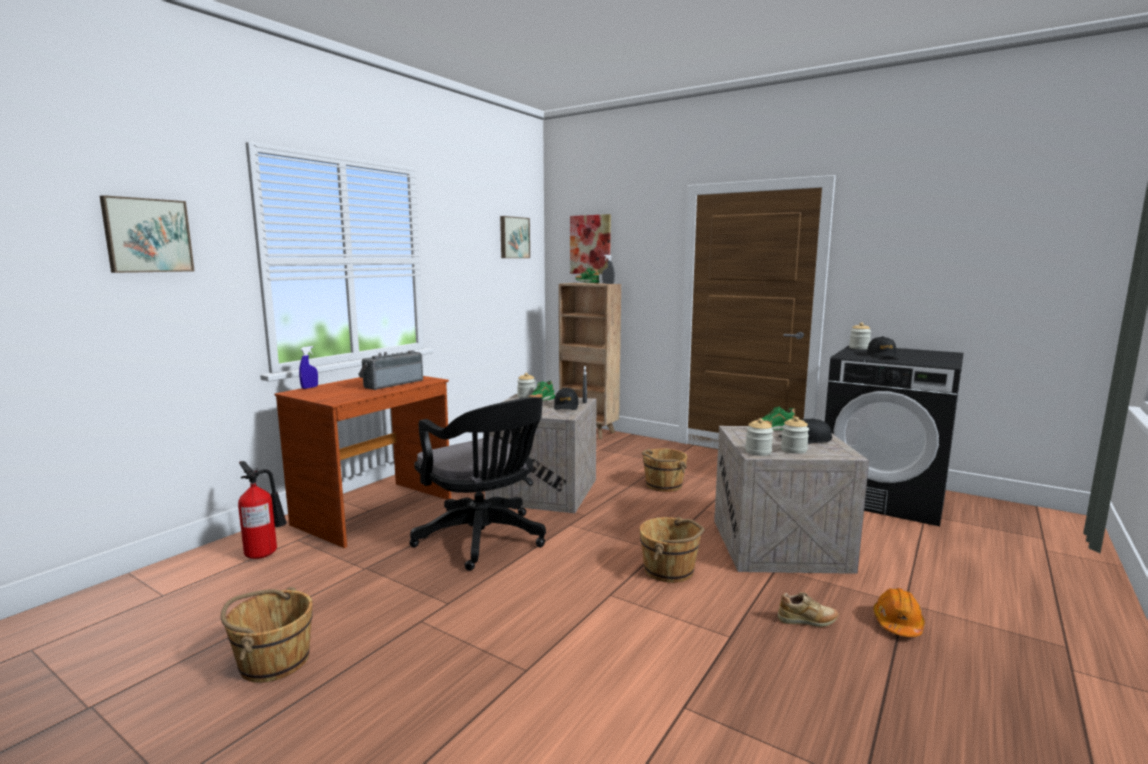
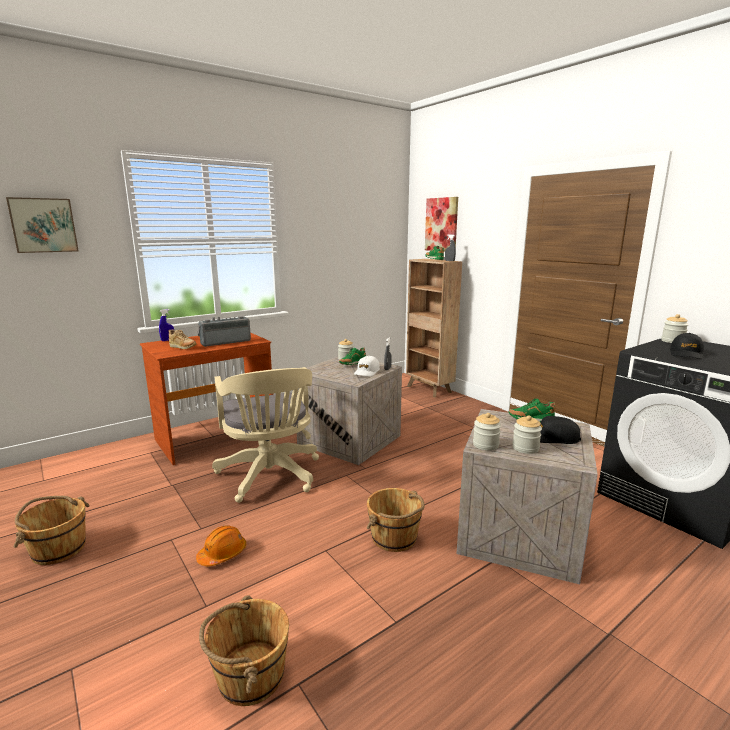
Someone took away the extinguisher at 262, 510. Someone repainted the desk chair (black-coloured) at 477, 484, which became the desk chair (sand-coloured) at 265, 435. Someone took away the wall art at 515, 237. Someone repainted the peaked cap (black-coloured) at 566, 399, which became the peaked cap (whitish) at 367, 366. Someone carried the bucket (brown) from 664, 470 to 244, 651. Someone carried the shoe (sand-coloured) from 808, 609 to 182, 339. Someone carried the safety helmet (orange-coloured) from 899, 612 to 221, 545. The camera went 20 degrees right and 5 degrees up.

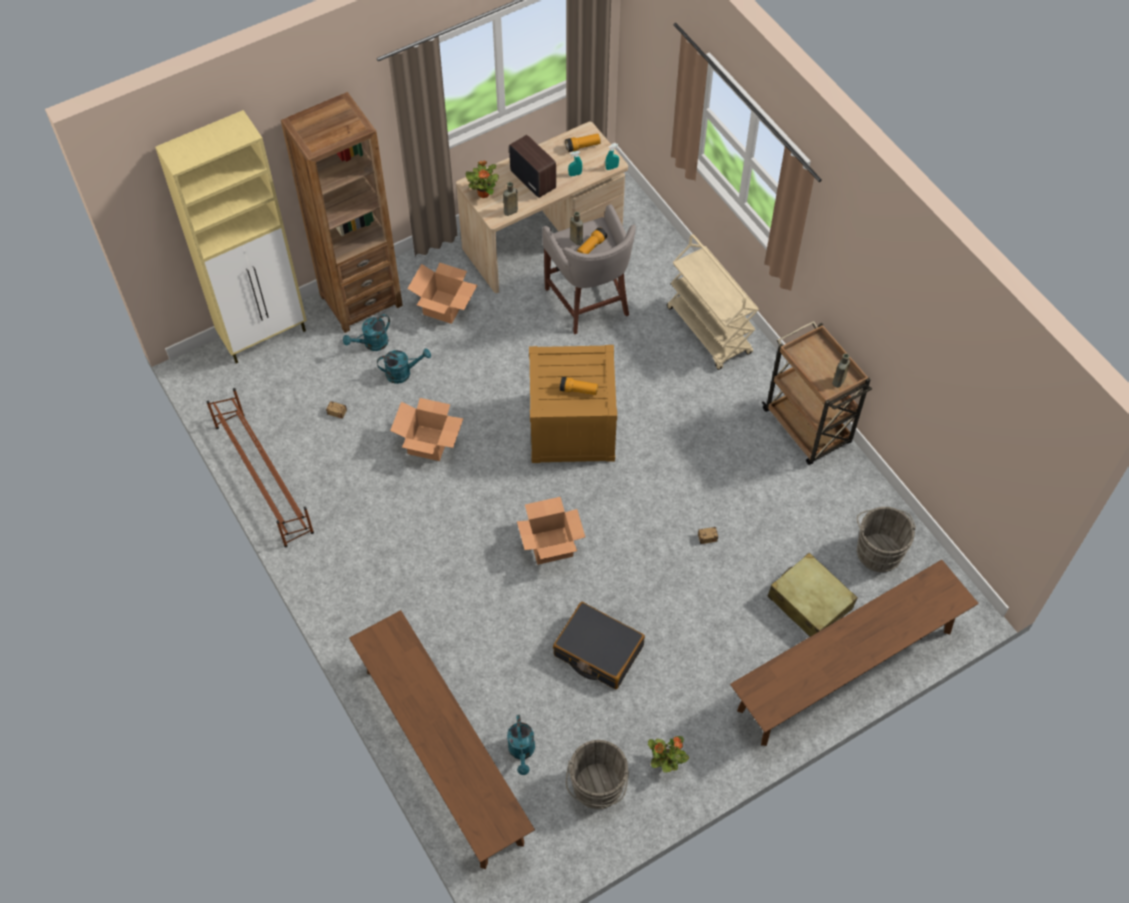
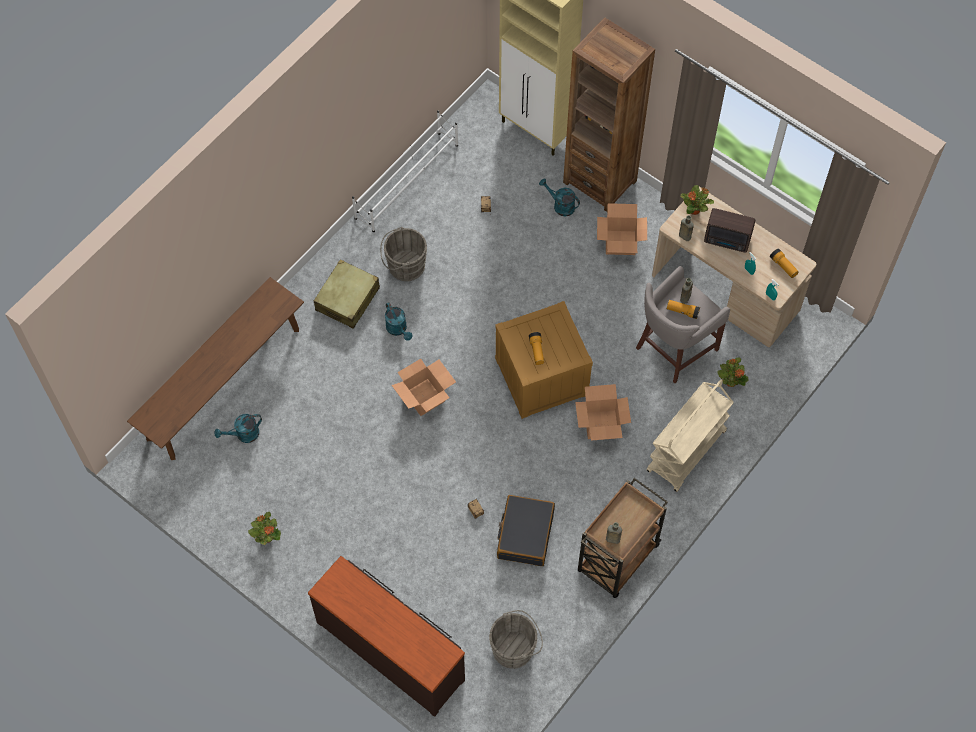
Someone repainted the shoe stand (brown) at 260, 467, which became the shoe stand (whitish) at 405, 171. Someone carried the sprinkling can (turquoise) from 404, 366 to 398, 321. Someone carried the cardboard box from 426, 429 to 603, 412. Someone rotated the radio receiver at 532, 166 by 75 degrees clockwise. Someone carried the suitcase (black-coloured) from 599, 645 to 526, 530. Someone carried the bucket (gray) from 597, 774 to 403, 254. Someone swapped the long seat (brown) at 854, 653 for the chest of drawers (brown) at 386, 636. Someone carried the suitcase (sand-coloured) from 812, 594 to 347, 294. Someone put down the plant in a pot at 733, 372. The camera went 70 degrees right and 5 degrees up.

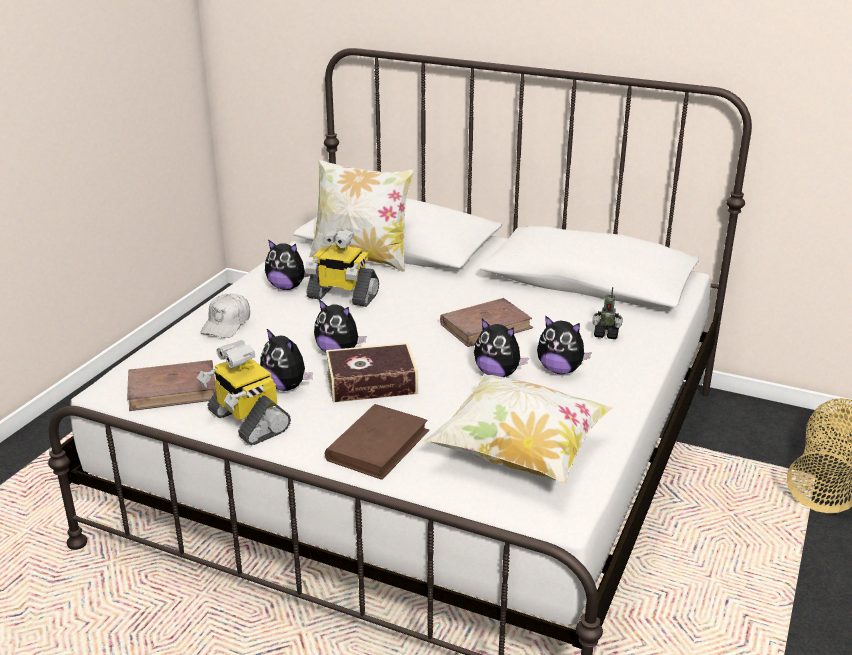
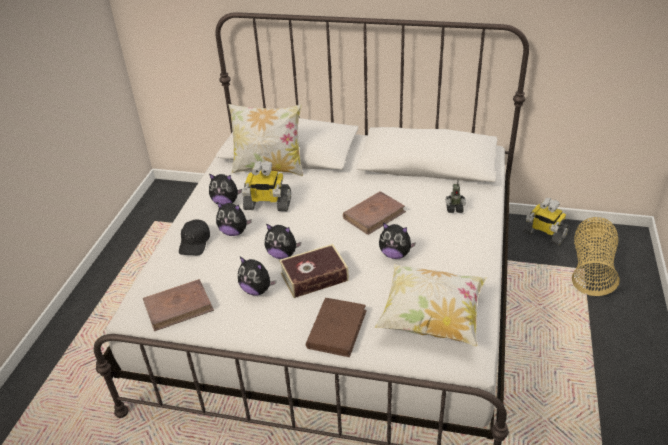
Someone carried the toy robot from 244, 392 to 546, 222. Someone repainted the peaked cap (whitish) at 225, 315, which became the peaked cap (black-coloured) at 194, 237. Someone carried the soft toy from 564, 344 to 234, 219. The camera went 10 degrees left and 10 degrees up.

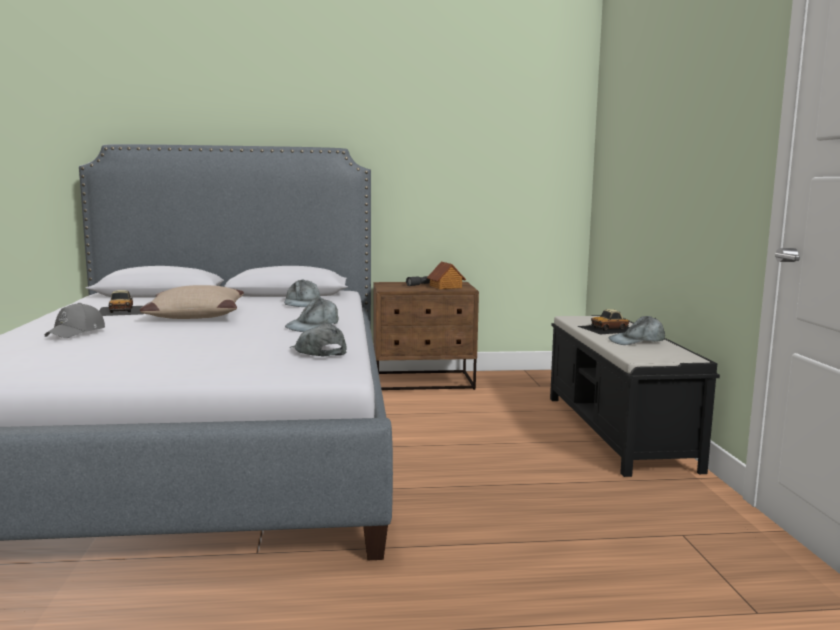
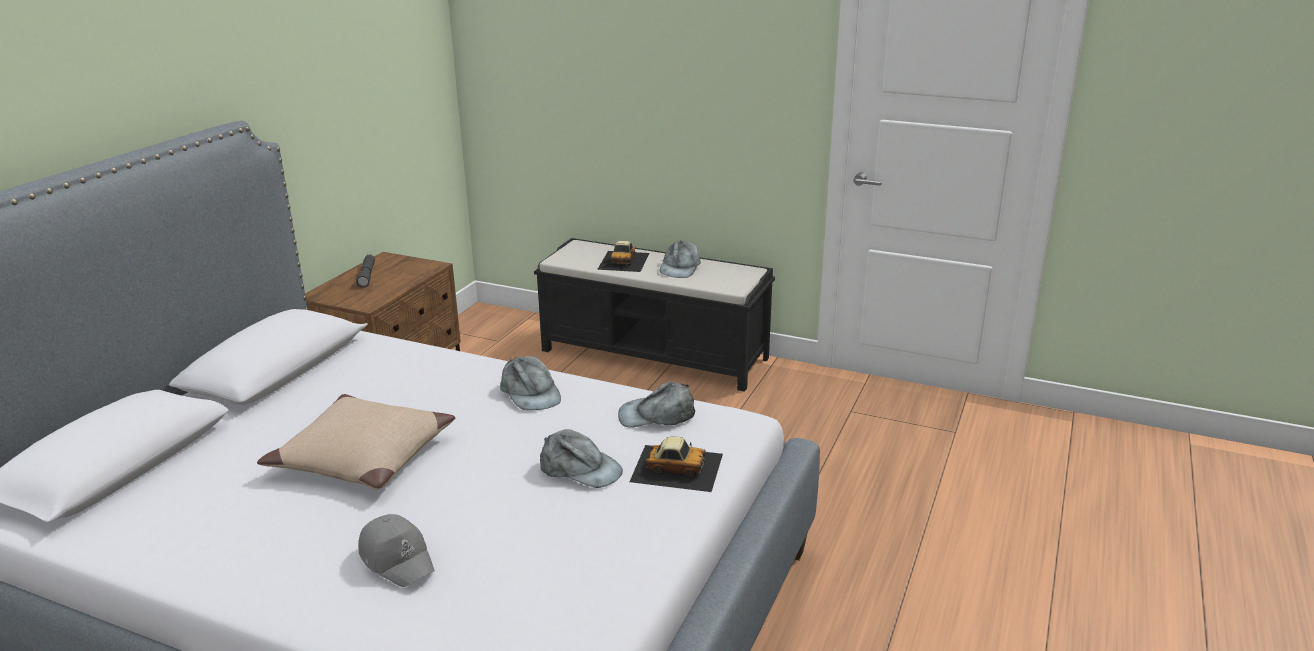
Someone carried the miniature car from 121, 303 to 676, 464. Someone carried the peaked cap (gray) from 302, 293 to 581, 458. Someone took away the model house at 446, 275. The camera went 60 degrees left and 15 degrees up.

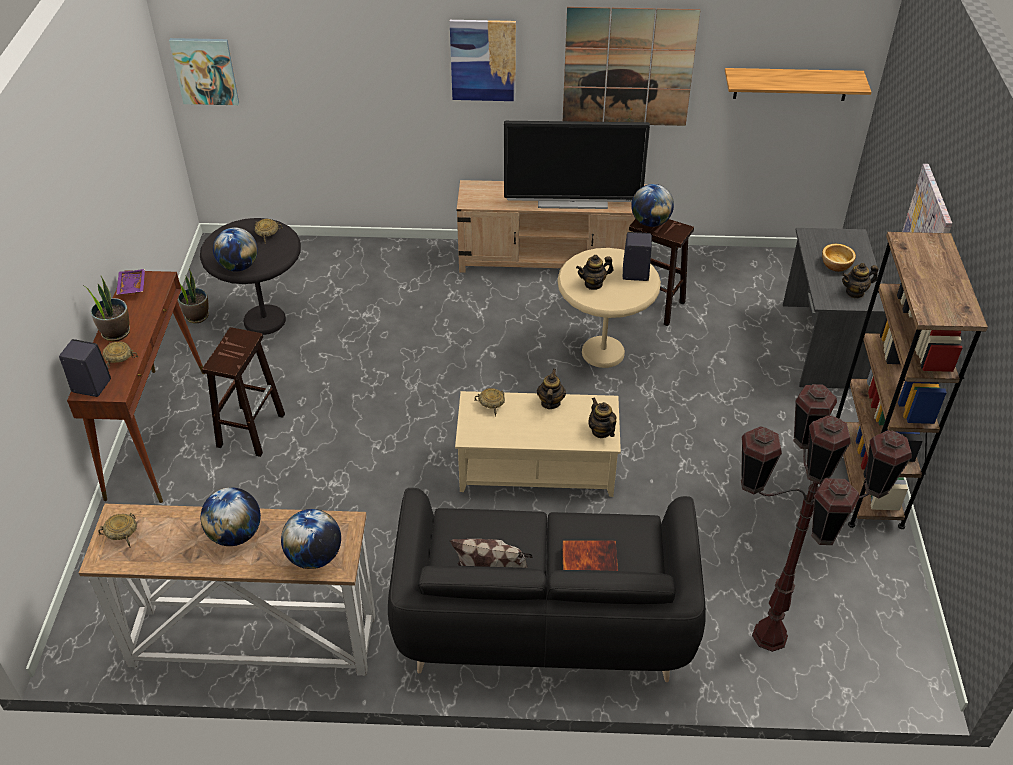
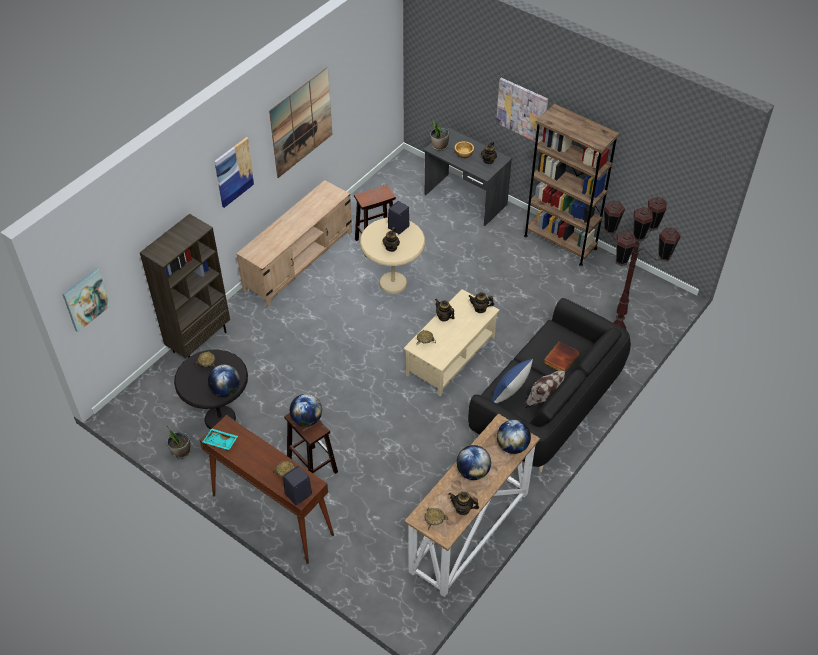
Someone carried the plant in a pot from 107, 308 to 439, 135. Someone repainted the serving tray (purplish) at 130, 282, which became the serving tray (turquoise) at 220, 439. Someone took away the television at 577, 165. Someone carried the desk globe from 652, 205 to 306, 410. Someone took away the bracket shelf at 798, 84. Someone put down the bookshelf (brown) at 185, 286. Someone put down the pot for tea at 463, 503. Someone put down the pillow (blue-coloured) at 512, 381. The camera went 55 degrees left and 5 degrees up.

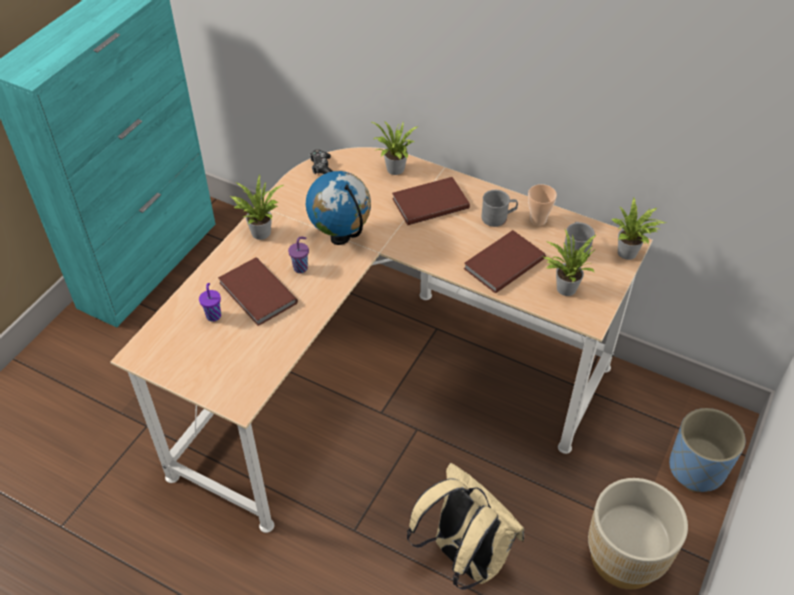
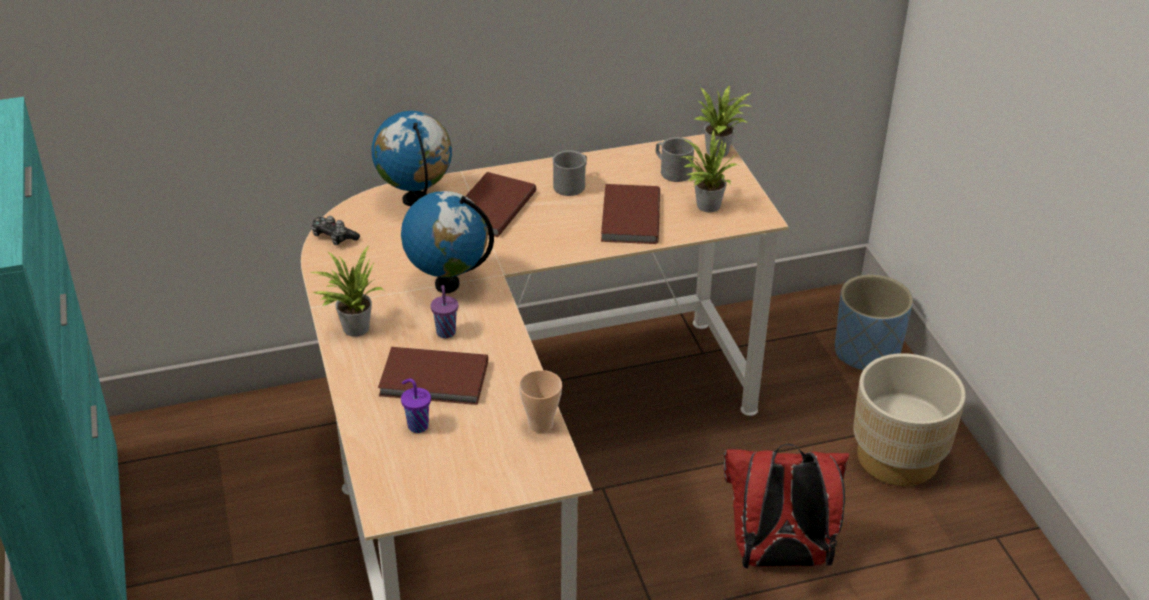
Someone swapped the plant in a pot at 395, 148 for the desk globe at 412, 158. Someone repainted the knapsack (sand-coloured) at 465, 526, which became the knapsack (red) at 786, 506. Someone carried the cup from 542, 205 to 540, 401. The camera went 45 degrees left and 10 degrees down.

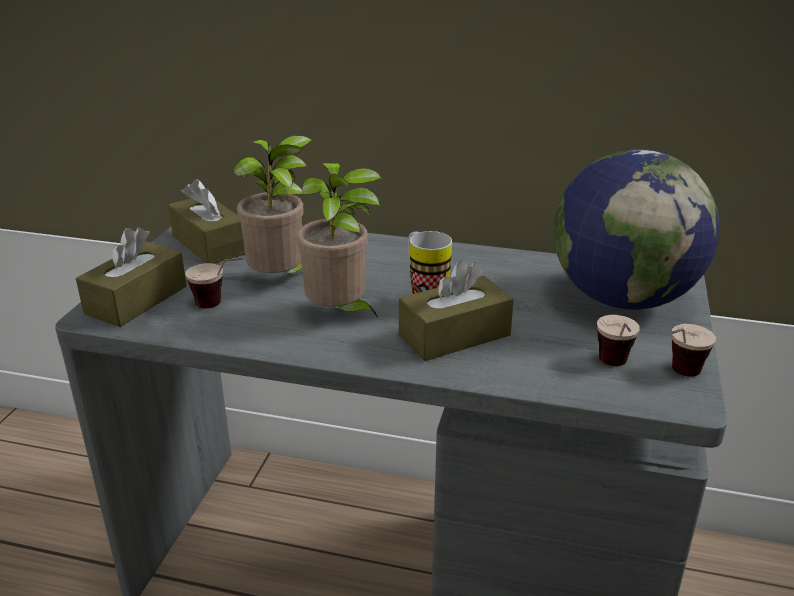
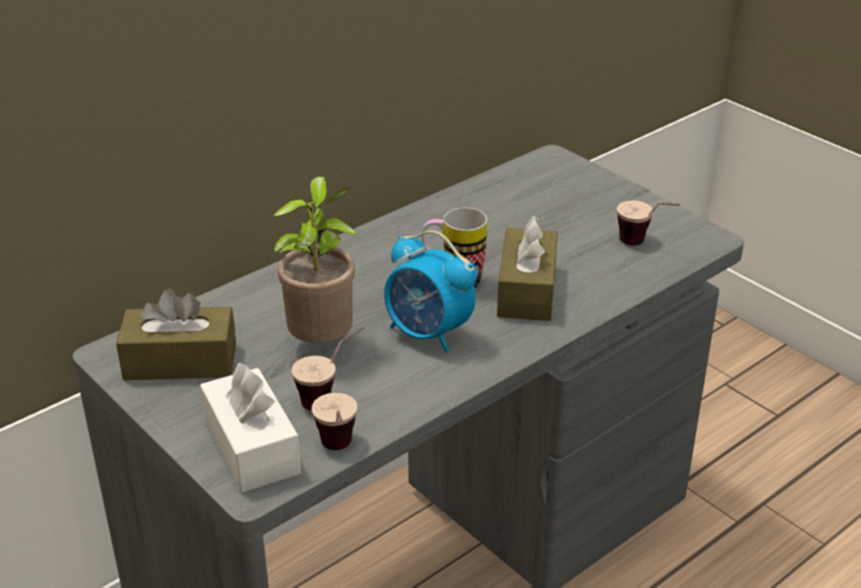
Someone repainted the tissue holder (brown) at 131, 277, which became the tissue holder (whitish) at 250, 427. Someone swapped the plant in a pot at 339, 241 for the table clock at 430, 291. Someone took away the desk globe at 636, 229. Someone carried the cup from 693, 350 to 334, 421. The camera went 55 degrees left and 5 degrees up.

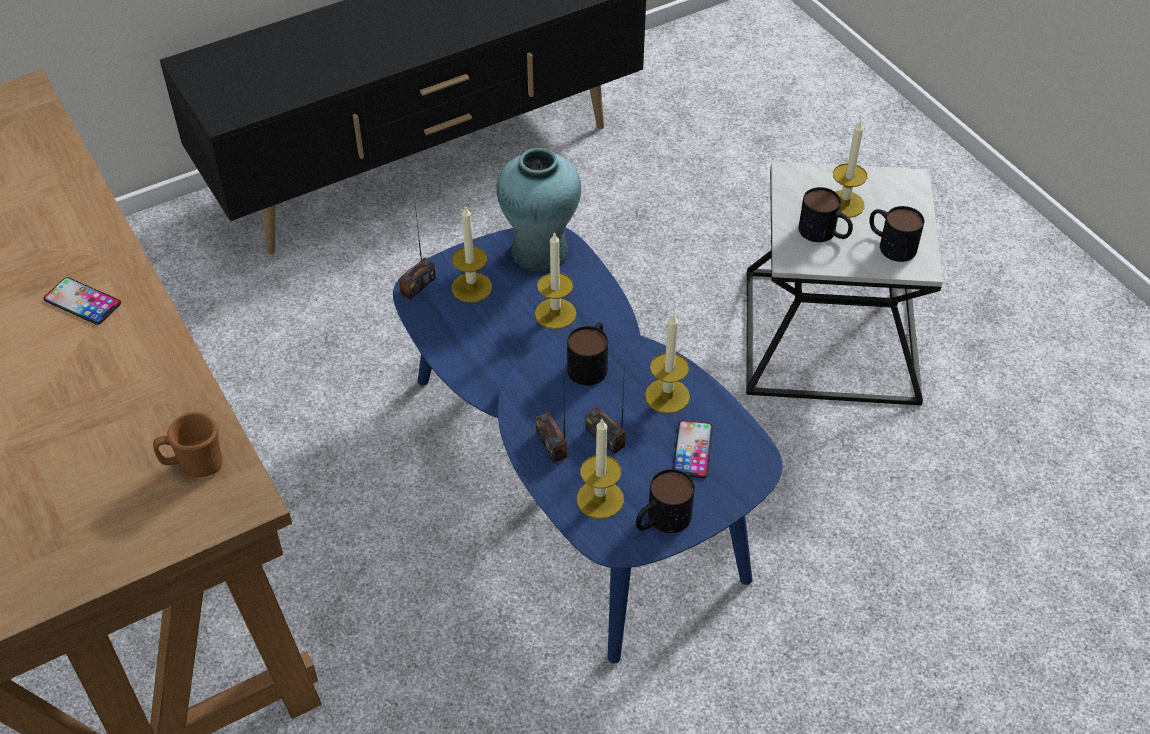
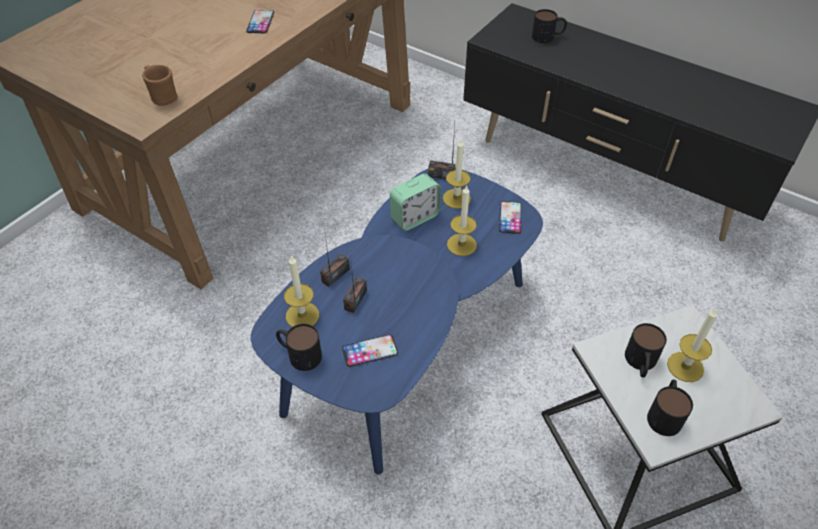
Someone swapped the decorative vase (turquoise) at 538, 210 for the phone at 510, 217. Someone carried the tea mug from 587, 354 to 549, 26. Someone took away the wax candle at 667, 363. Someone put down the table clock at 415, 202. The camera went 65 degrees right and 0 degrees up.

